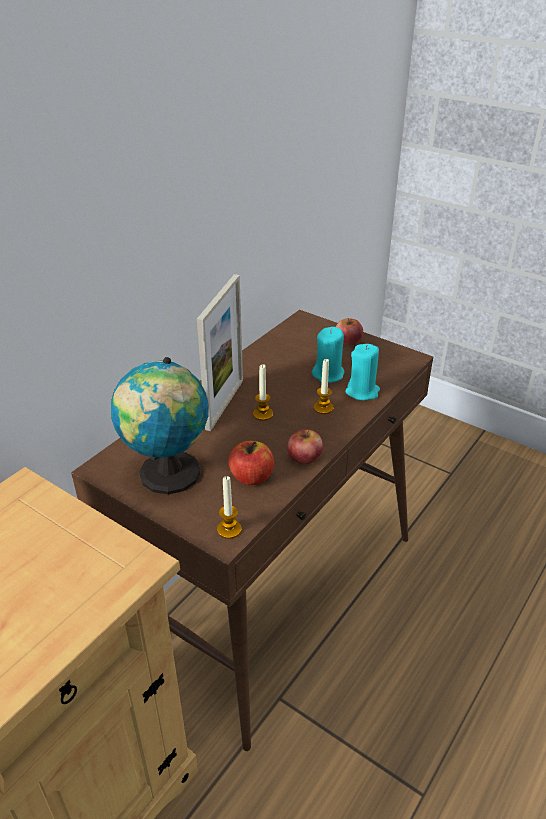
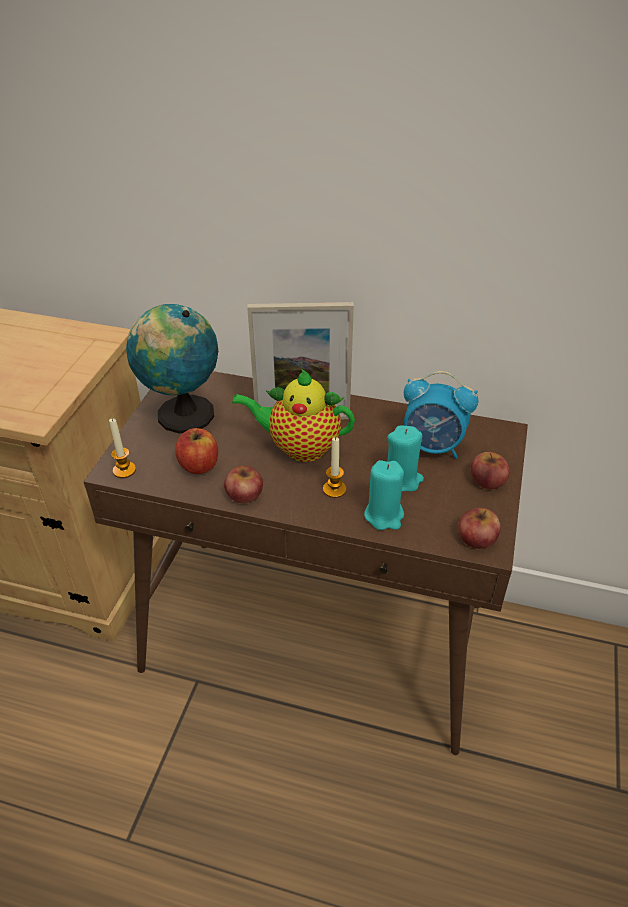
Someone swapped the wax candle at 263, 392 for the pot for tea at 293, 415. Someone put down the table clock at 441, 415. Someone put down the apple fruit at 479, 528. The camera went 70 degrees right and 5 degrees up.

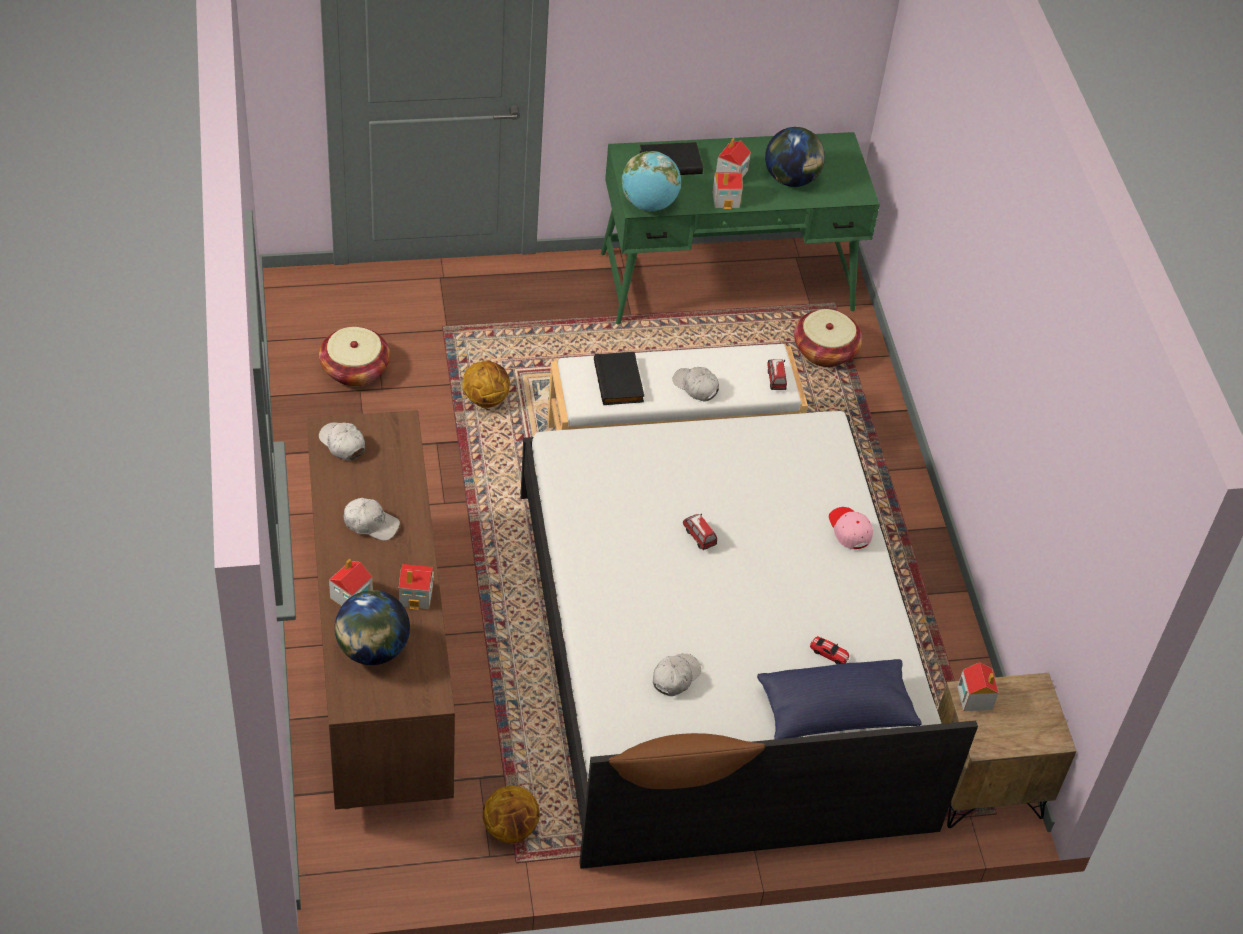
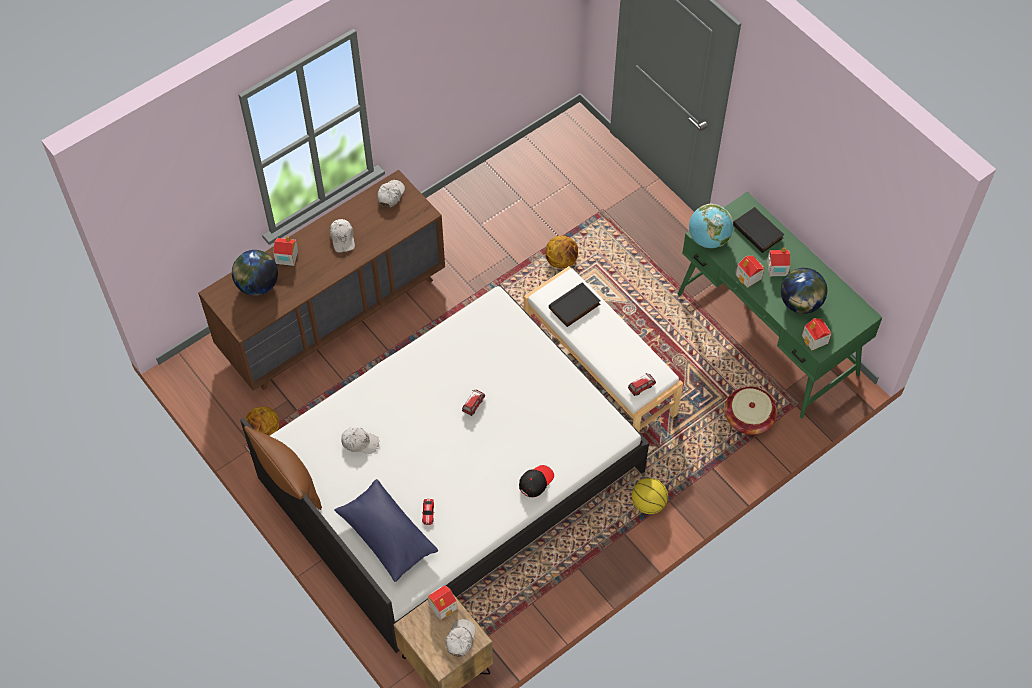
Someone took away the storage basket at 354, 356. Someone carried the model house from 416, 587 to 816, 334. Someone carried the peaked cap (whitish) from 695, 384 to 461, 638. Someone repainted the peaked cap (pink) at 851, 528, which became the peaked cap (black-coloured) at 536, 481. Someone put down the basketball ball at 650, 496. The camera went 65 degrees right and 10 degrees up.

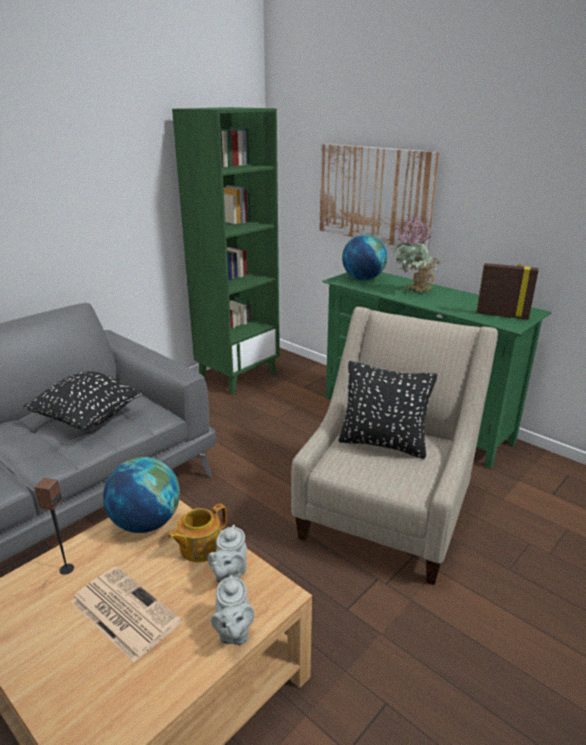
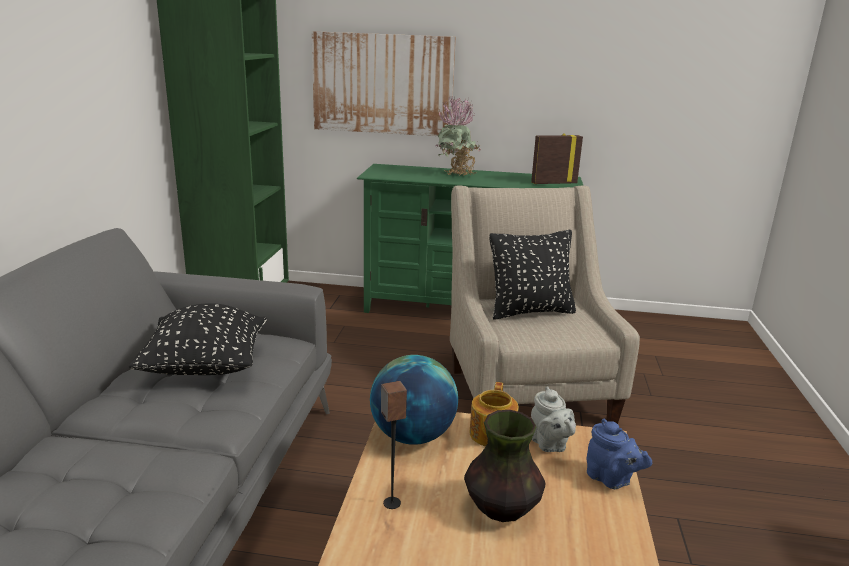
Someone swapped the newspaper at 126, 614 for the decorative vase at 504, 466. Someone repainted the pot for tea (gray) at 232, 610, which became the pot for tea (blue-coloured) at 619, 454. Someone took away the desk globe at 364, 257. The camera went 35 degrees left and 5 degrees down.

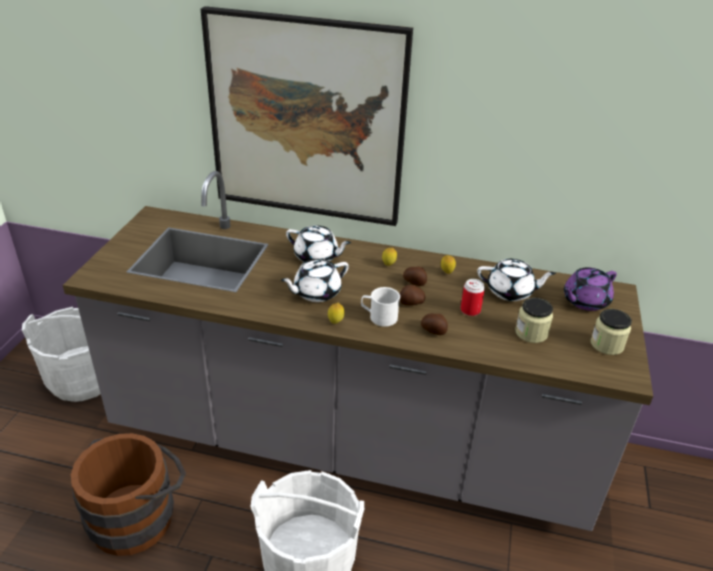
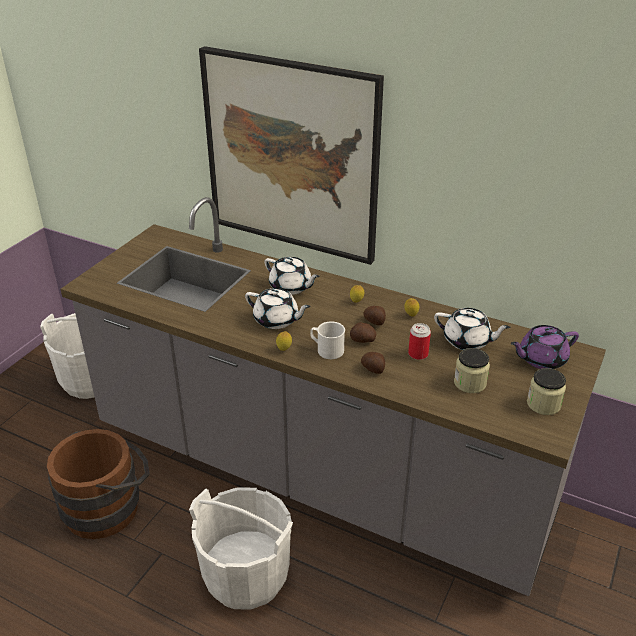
Someone rotated the pot for tea (whitish) at 315, 280 by 135 degrees counterclockwise. The camera went 15 degrees right and 0 degrees up.

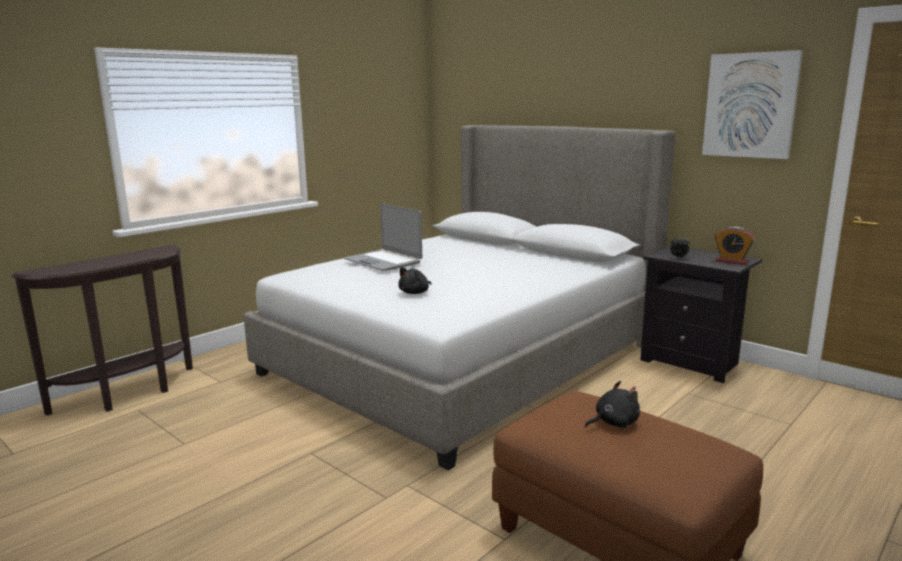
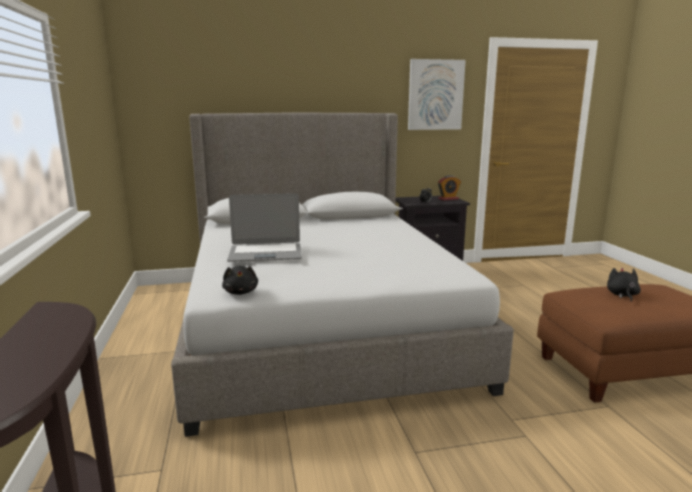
Someone carried the soft toy (black-coloured) from 414, 280 to 240, 280. The camera went 55 degrees left and 0 degrees up.

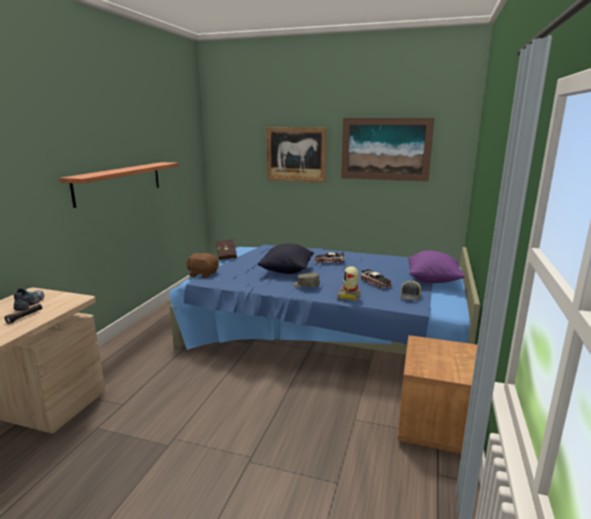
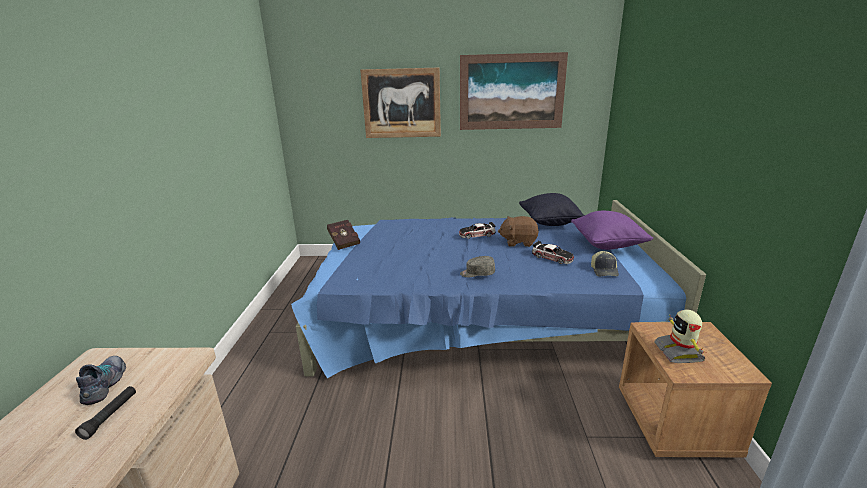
Someone took away the bracket shelf at 119, 185. Someone carried the soft toy (brown) from 203, 265 to 518, 231. Someone carried the pillow (black-coloured) from 286, 258 to 552, 209. Someone carried the toy robot from 348, 283 to 680, 336. The camera went 15 degrees left and 5 degrees up.

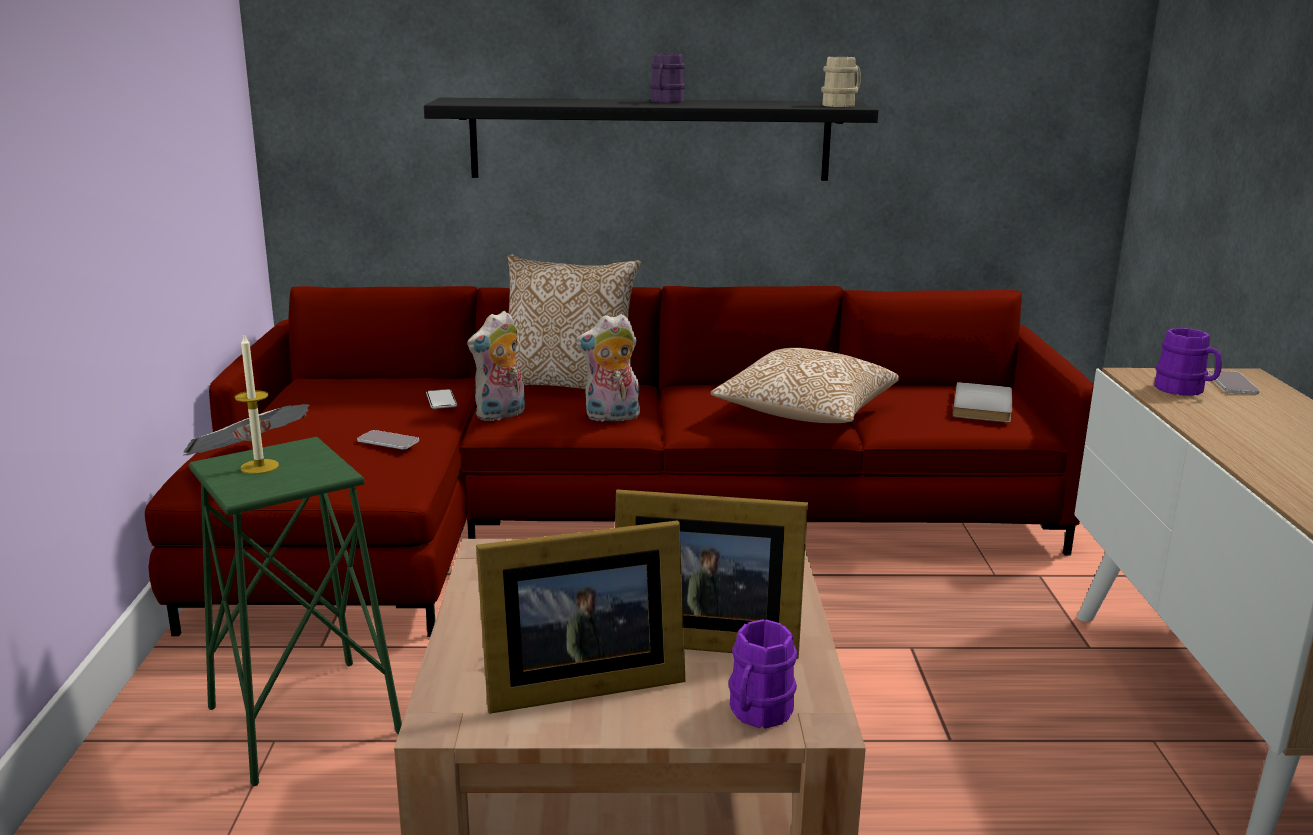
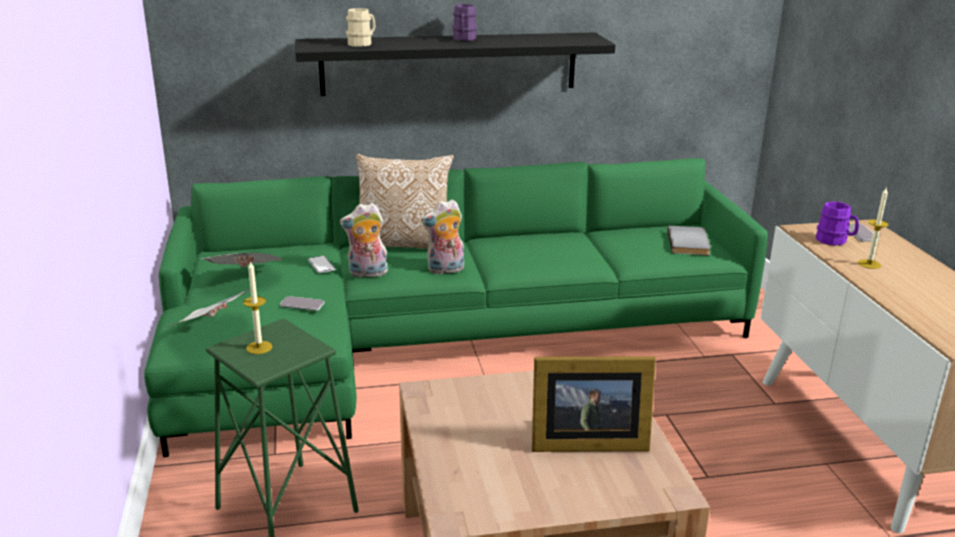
Someone repainted the couch (red) at 619, 461, which became the couch (green-coloured) at 456, 307. Someone rotated the soft toy at 496, 365 by 45 degrees clockwise. Someone took away the photo frame at 581, 617. Someone took away the pillow at 804, 385. Someone took away the tea mug (purplish) at 763, 674. Someone carried the tea mug (sand-coloured) from 841, 82 to 360, 27. Someone put down the newspaper at 241, 260. Someone put down the wax candle at 873, 228. The camera went 10 degrees left and 5 degrees up.

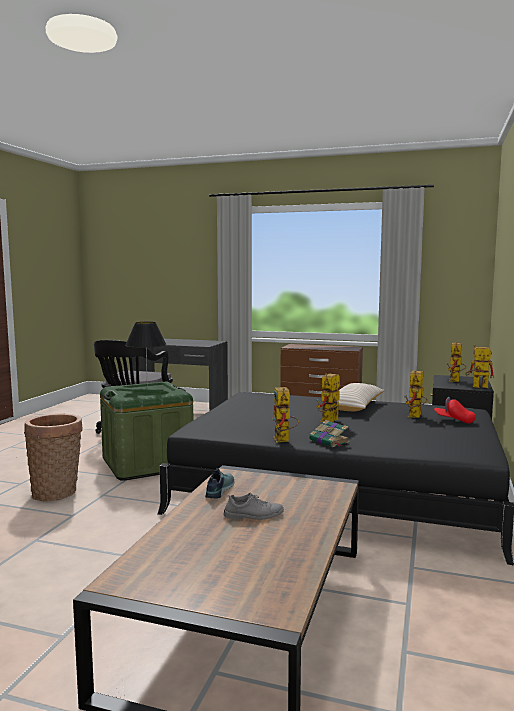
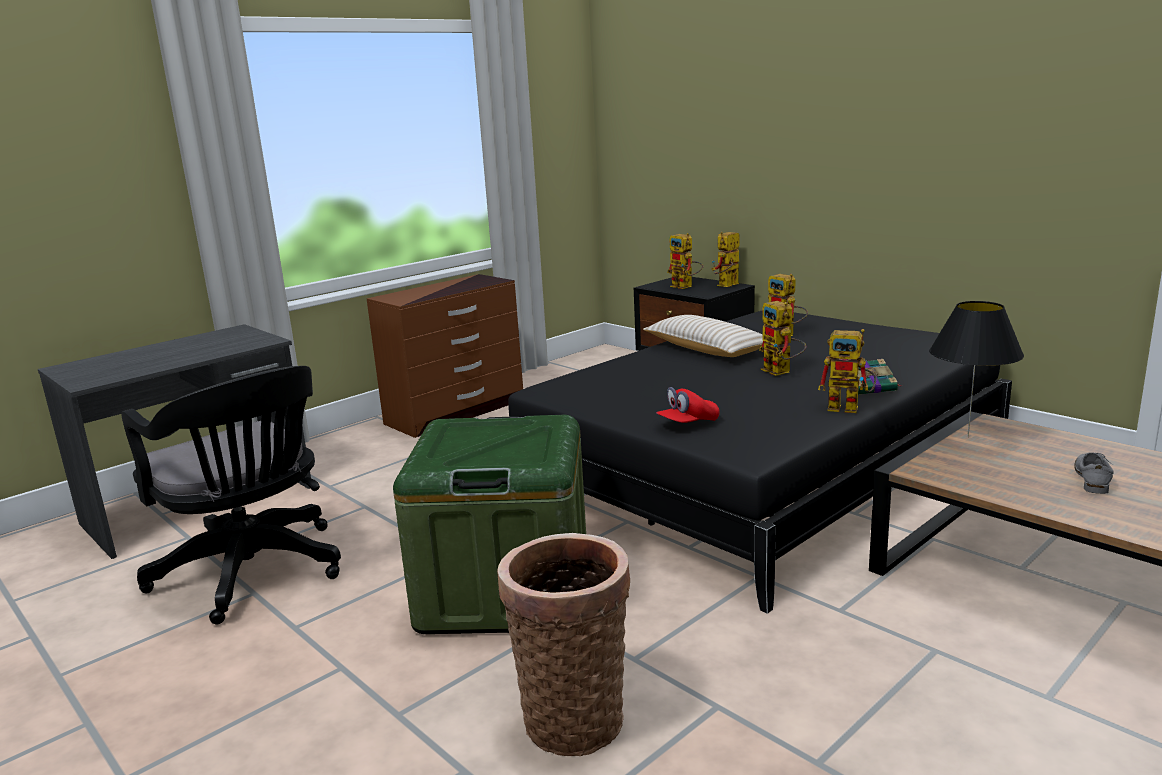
Someone carried the lamp for a table (black-coloured) from 146, 354 to 976, 369. Someone took away the shoe at 220, 483. Someone carried the peaked cap (red) from 455, 410 to 688, 405. The camera went 60 degrees left and 10 degrees up.

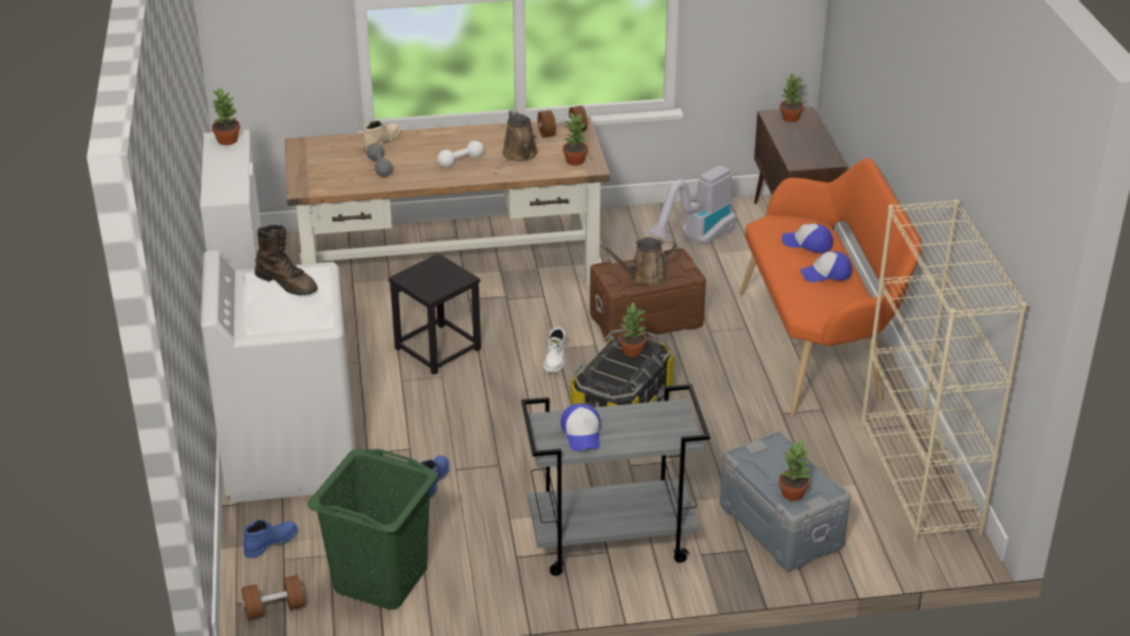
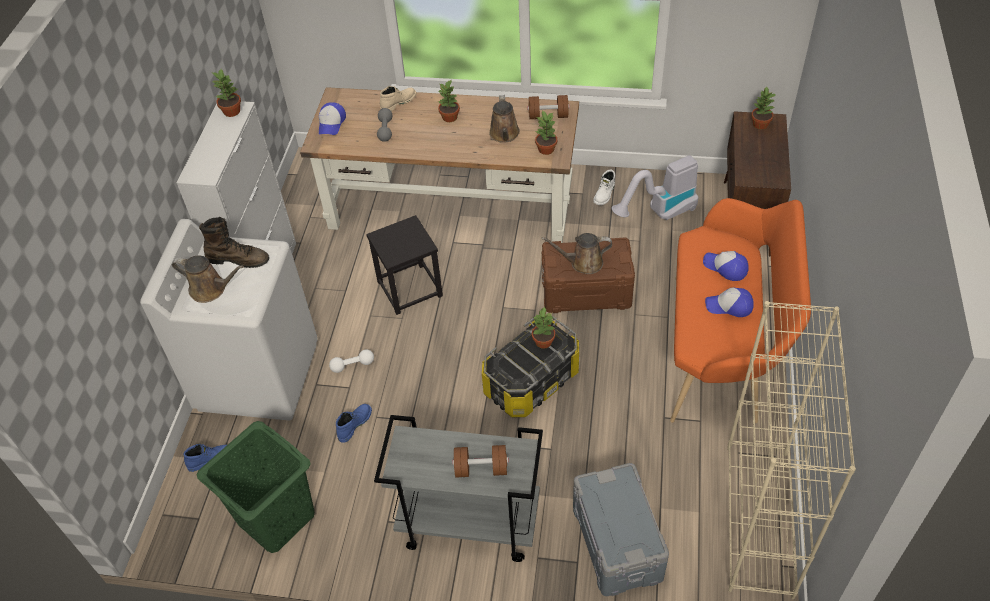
Someone carried the dumbbell (brown) from 273, 597 to 480, 461. Someone rotated the boot (brown) at 286, 260 by 45 degrees counterclockwise. Someone carried the dumbbell (whitish) from 460, 154 to 351, 361. Someone carried the boot (whitish) from 554, 350 to 604, 187. Someone carried the peaked cap from 580, 427 to 332, 118. Someone carried the plant in a pot from 795, 471 to 449, 101. Someone put down the sprinkling can (brown) at 208, 279. The camera went 20 degrees right and 15 degrees up.

